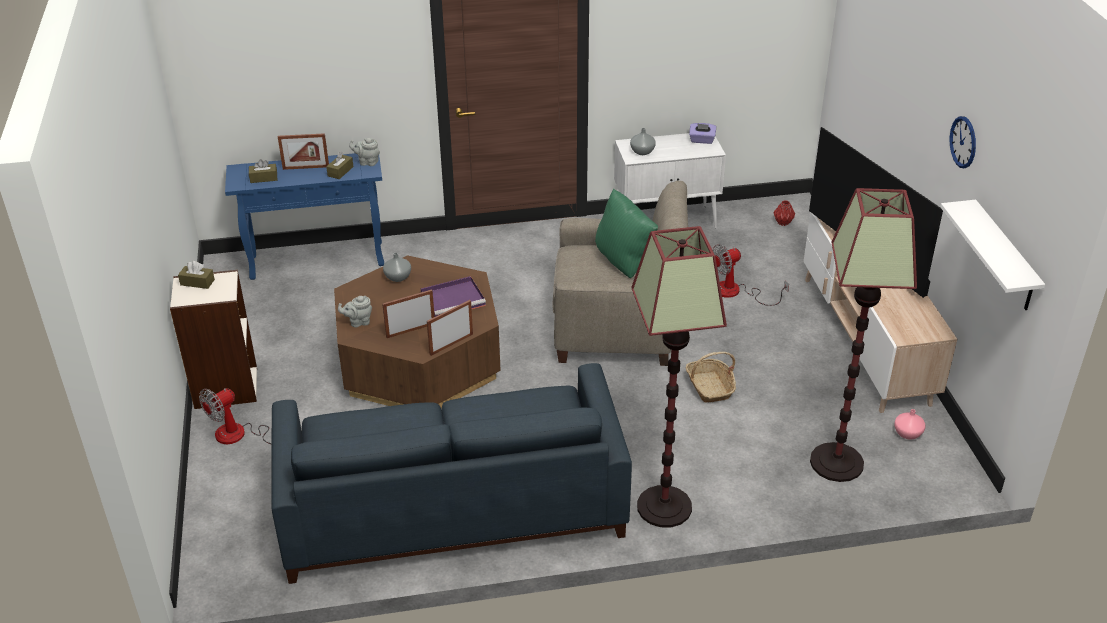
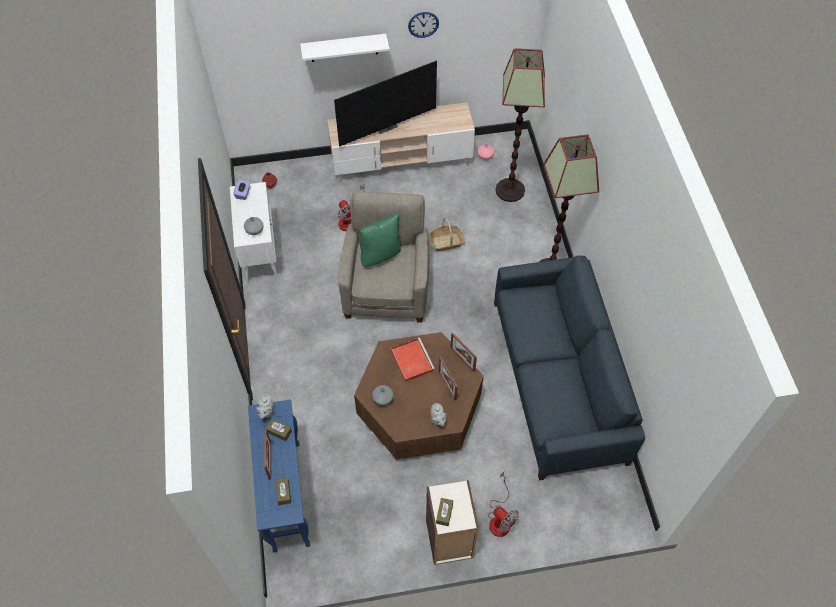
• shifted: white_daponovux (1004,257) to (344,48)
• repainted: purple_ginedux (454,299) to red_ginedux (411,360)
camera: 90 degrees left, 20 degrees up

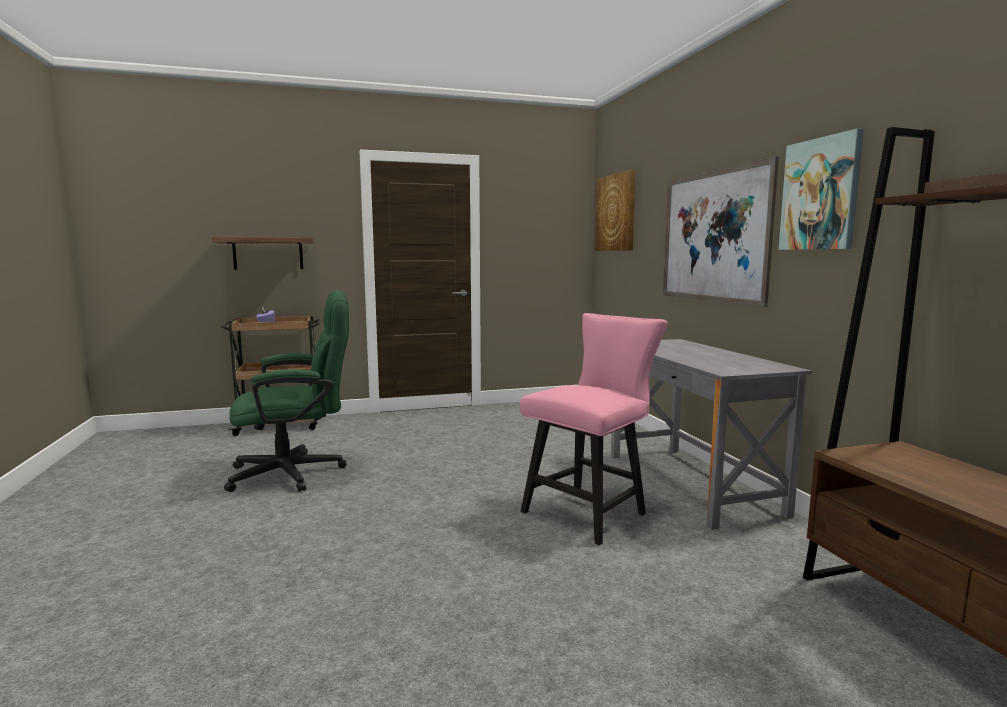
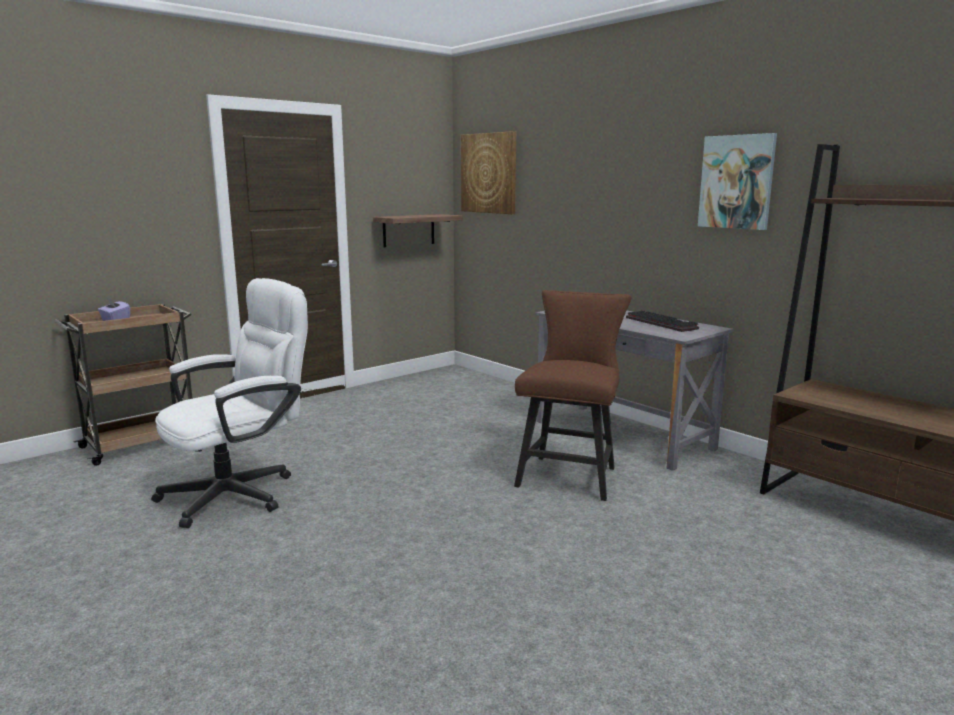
• gone: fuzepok (713,236)
• shifted: daponovux (268,253) to (408,230)
• repainted: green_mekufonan (298,472) to white_mekufonan (240,492)
• repainted: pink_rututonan (590,511) to brown_rututonan (570,474)
• new: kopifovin (663,323)
camera: 25 degrees left, 5 degrees up

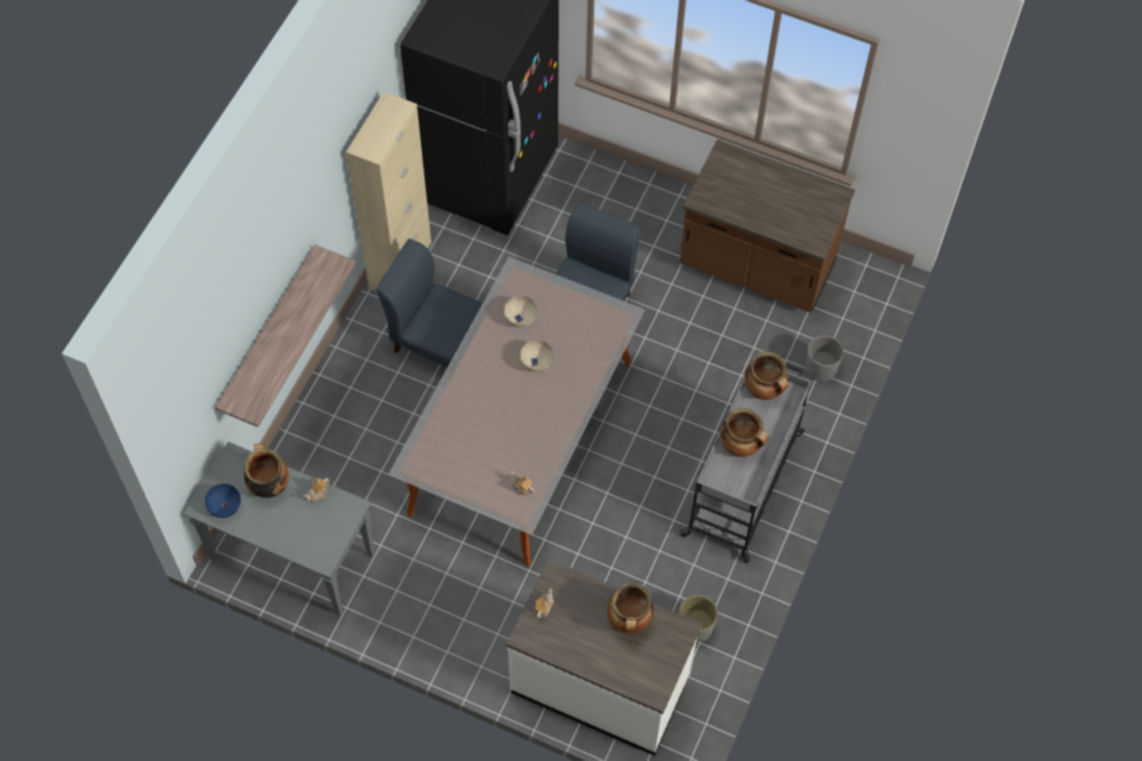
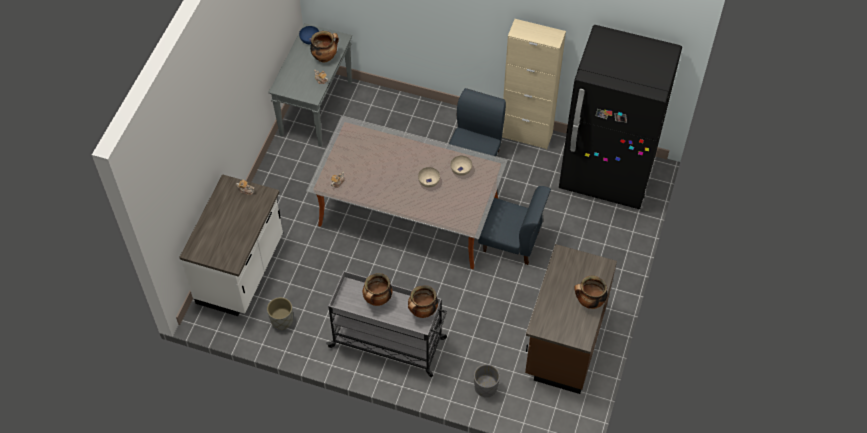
• gone: daponovux (268,333)
• shifted: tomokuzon (629,620) to (589,302)
camera: 85 degrees right, 5 degrees down

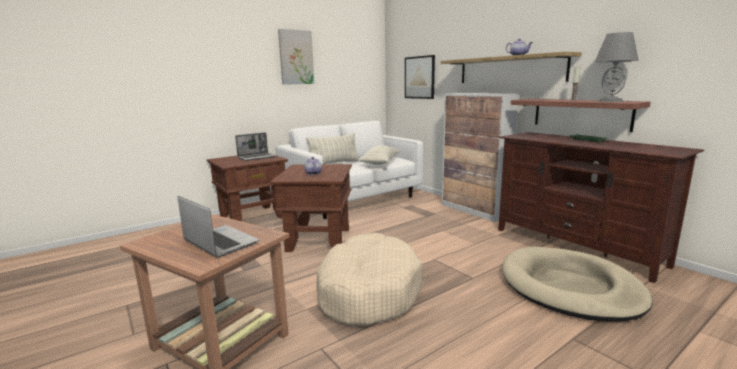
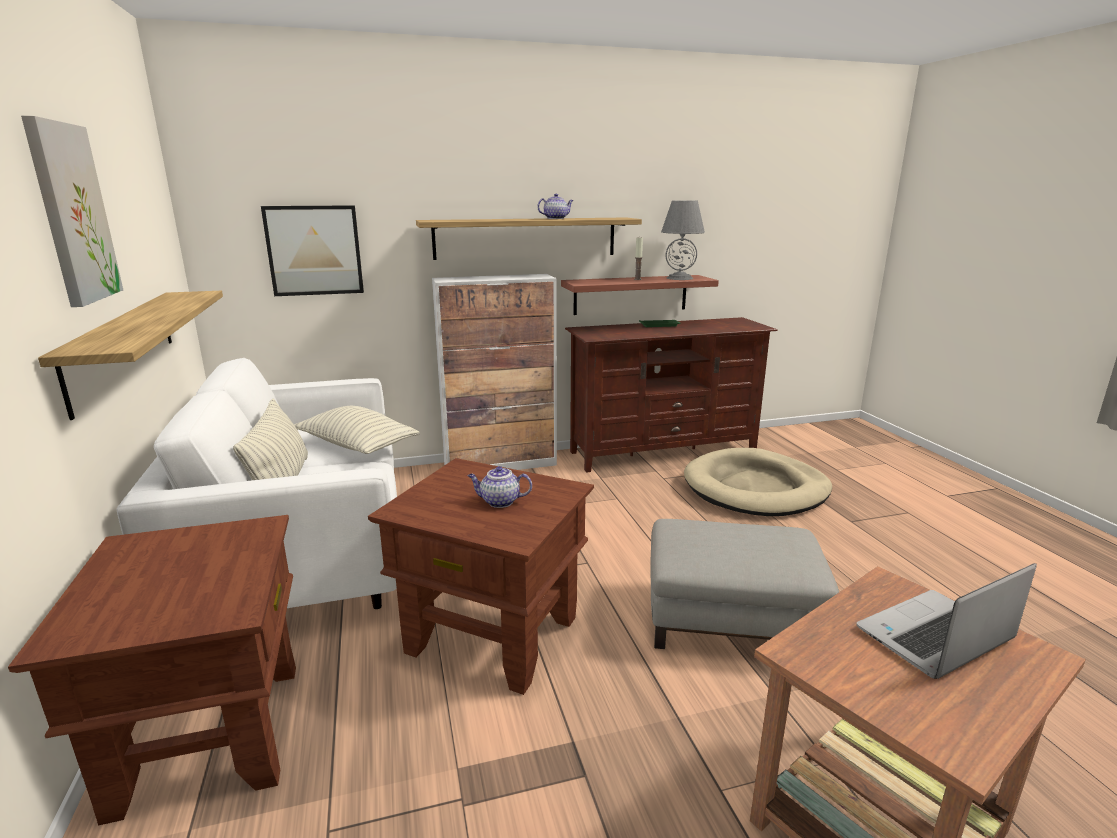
• gone: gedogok (257,157)
• swapped: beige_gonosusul (367,291) to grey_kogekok (731,620)
• new: daponovux (123,345)
camera: 70 degrees left, 5 degrees up

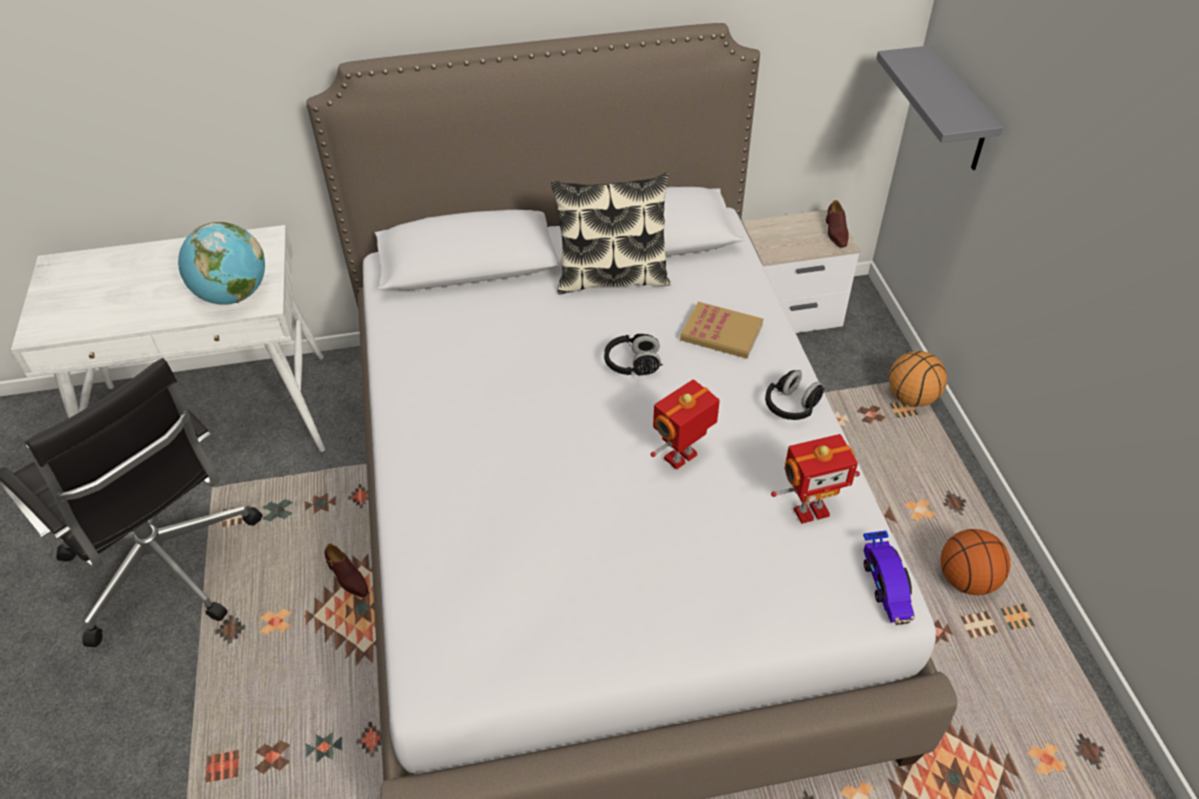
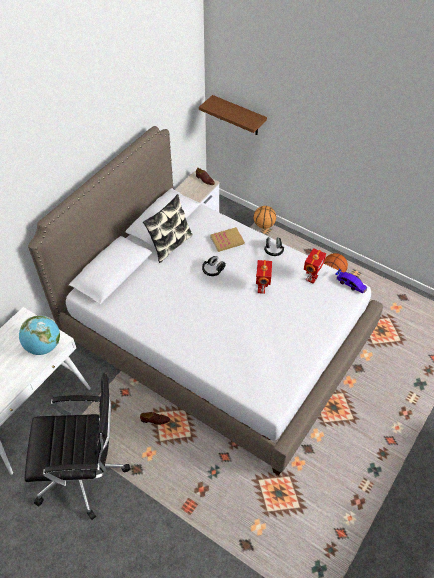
• repainted: grey_daponovux (958,112) to brown_daponovux (238,116)
camera: 45 degrees left, 5 degrees up

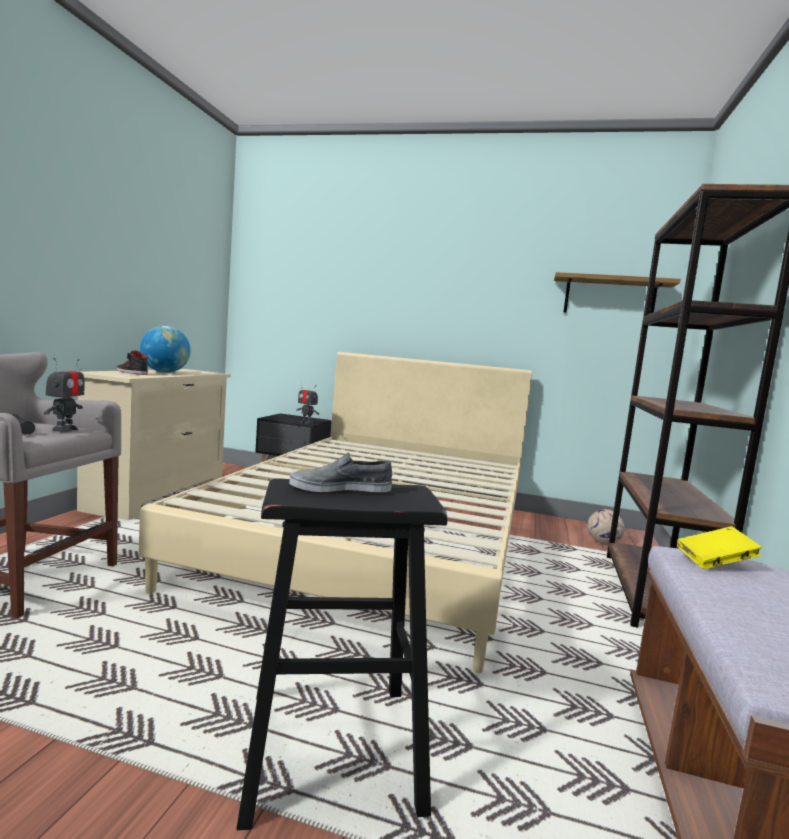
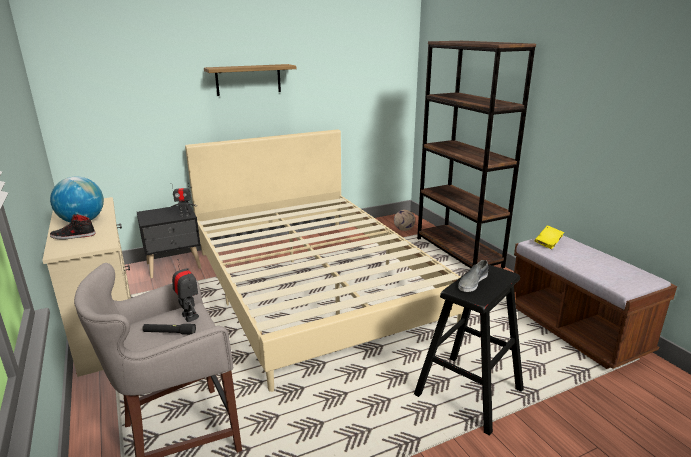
• shifted: daponovux (609,297) to (248,79)
camera: 40 degrees left, 15 degrees up

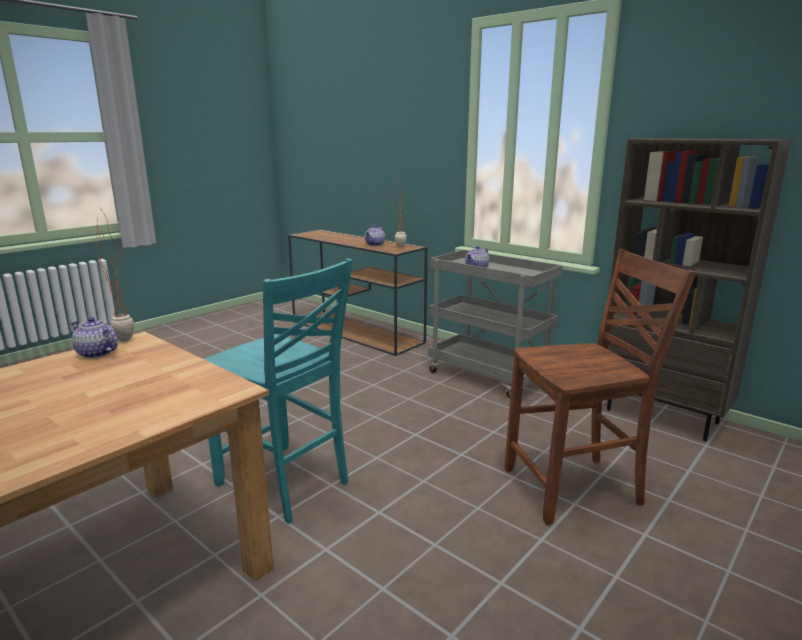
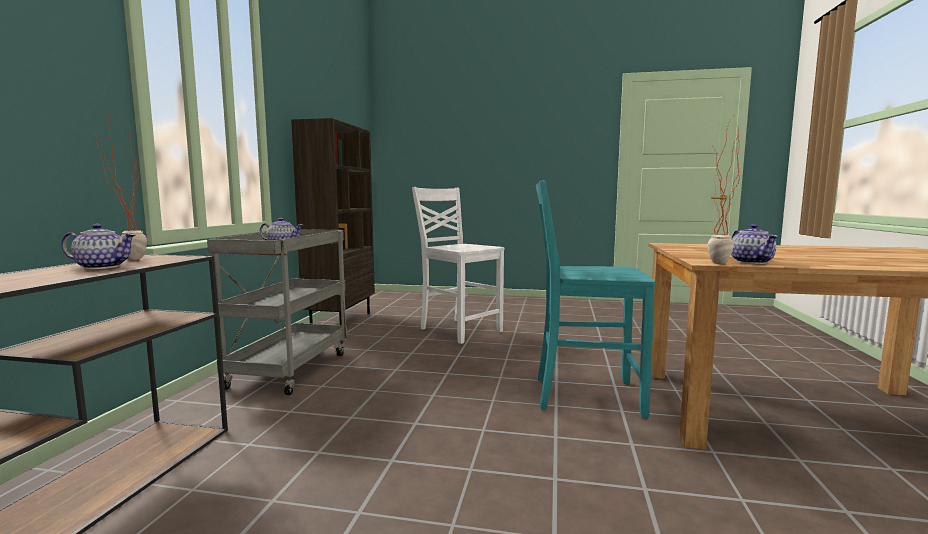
• repainted: brown_rututonan (575,488) to white_rututonan (459,330)
• rotated: turquoise_rututonan (285,484) = (584,395) 90 degrees counterclockwise
camera: 120 degrees left, 10 degrees down

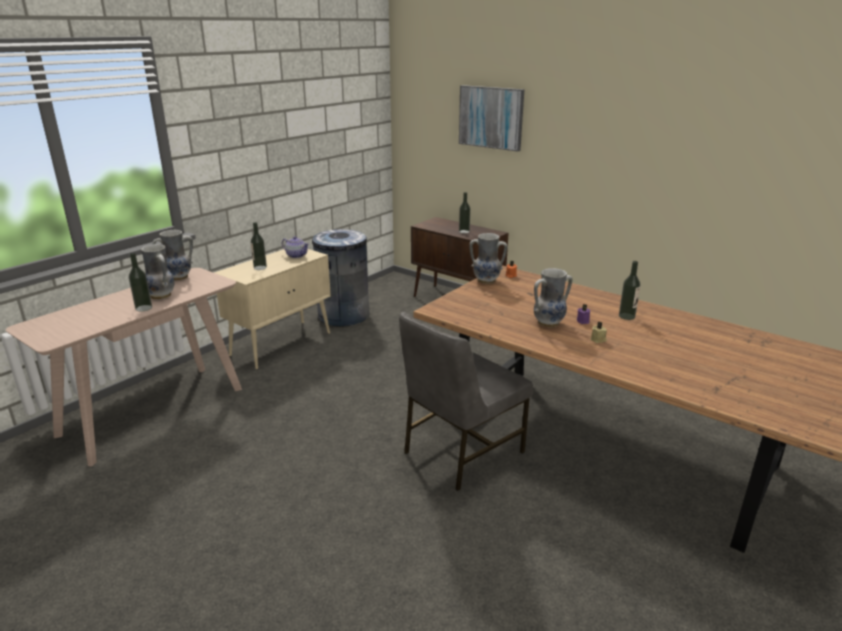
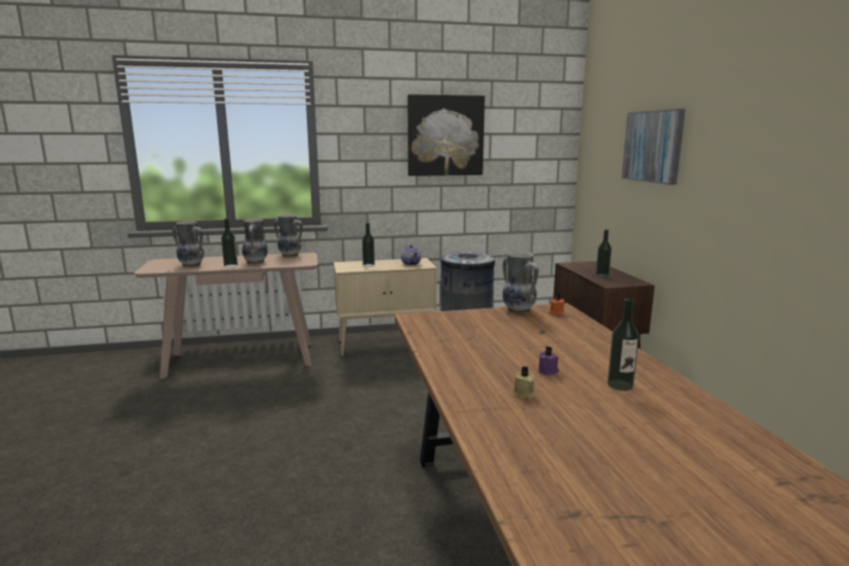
• shifted: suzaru (549,323) to (191,265)
• gone: grey_rututonan (461,452)
• new: fuzepok (445,135)
camera: 40 degrees right, 10 degrees down

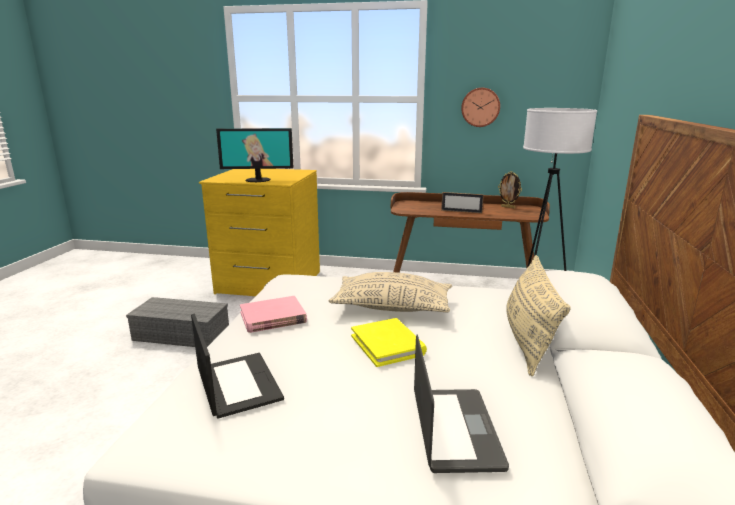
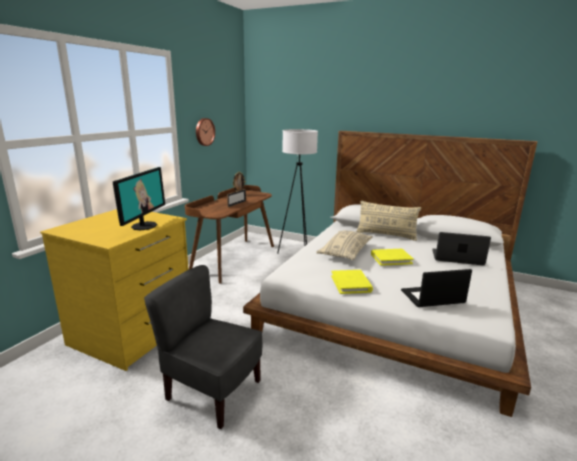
• repainted: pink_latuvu (273,317) to yellow_latuvu (351,284)
• swapped: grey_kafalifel (183,334) to grey_rututonan (212,392)
camera: 75 degrees left, 0 degrees up

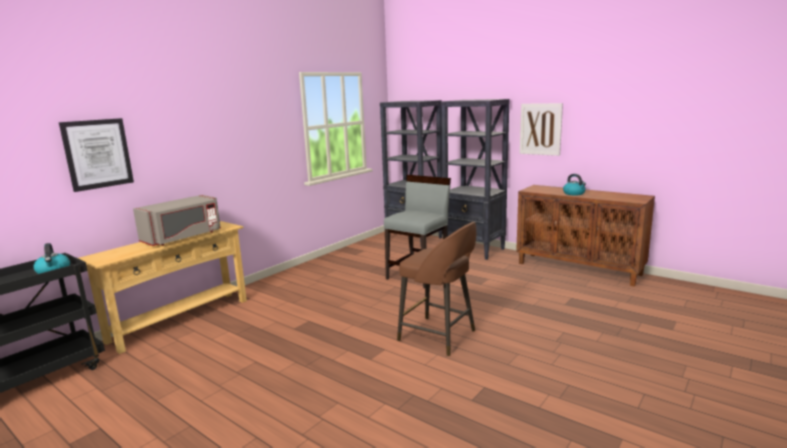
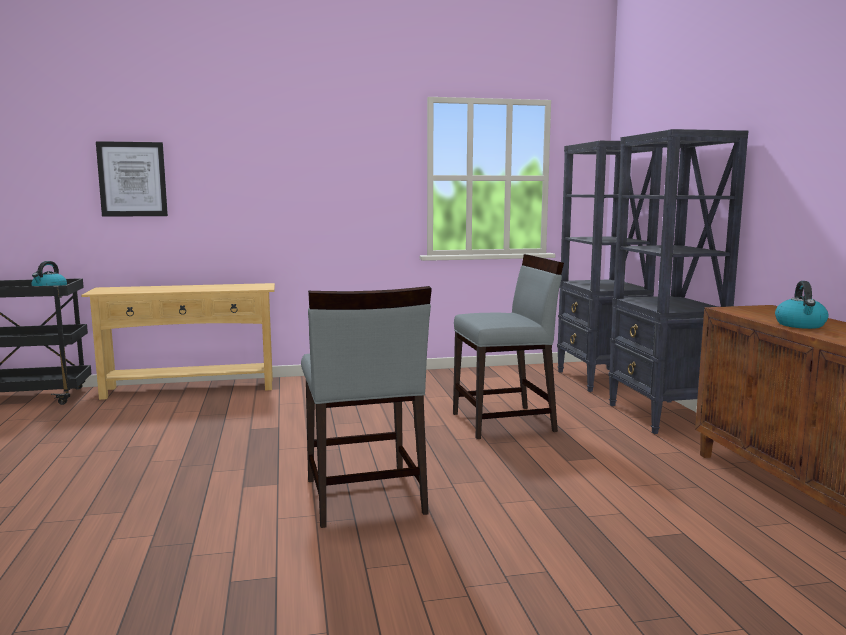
• gone: fuzepok (540,129)
• gone: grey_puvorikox (183,237)
• swapped: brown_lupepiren (439,336) to grey_rututonan (364,497)
camera: 40 degrees right, 5 degrees down

